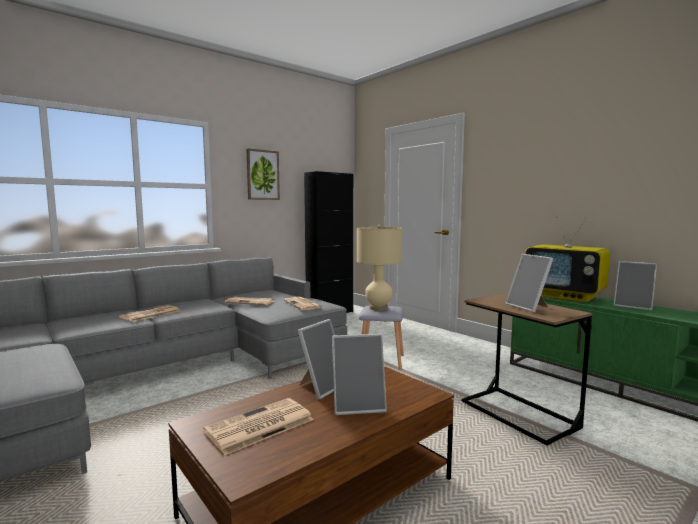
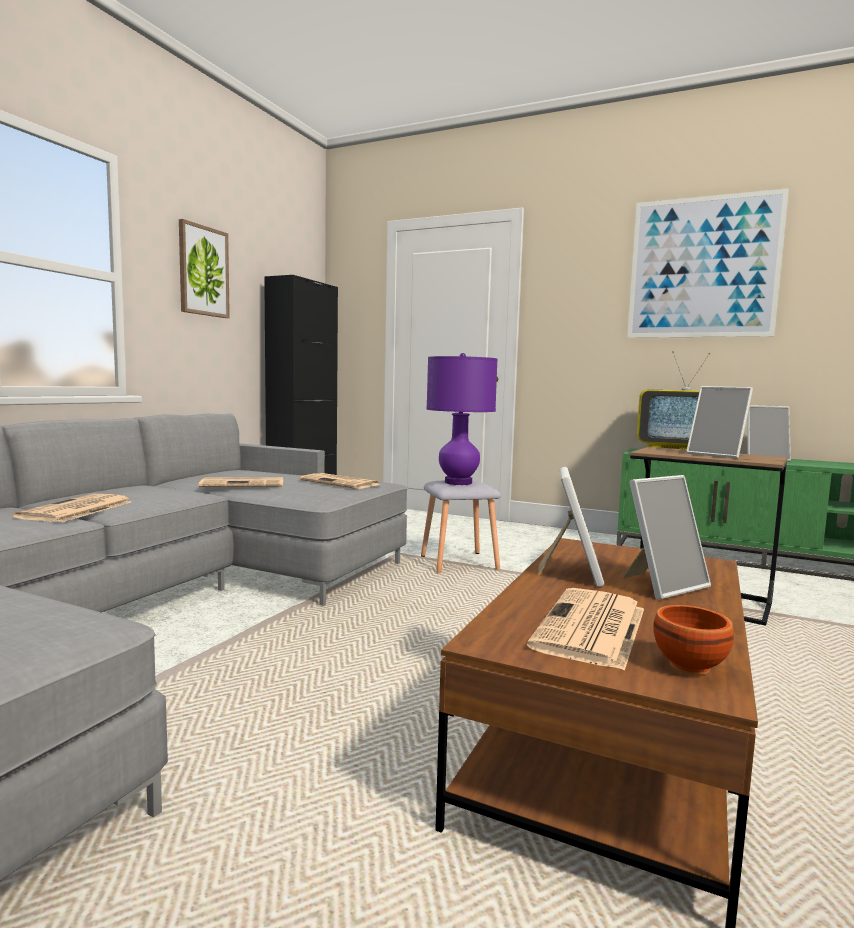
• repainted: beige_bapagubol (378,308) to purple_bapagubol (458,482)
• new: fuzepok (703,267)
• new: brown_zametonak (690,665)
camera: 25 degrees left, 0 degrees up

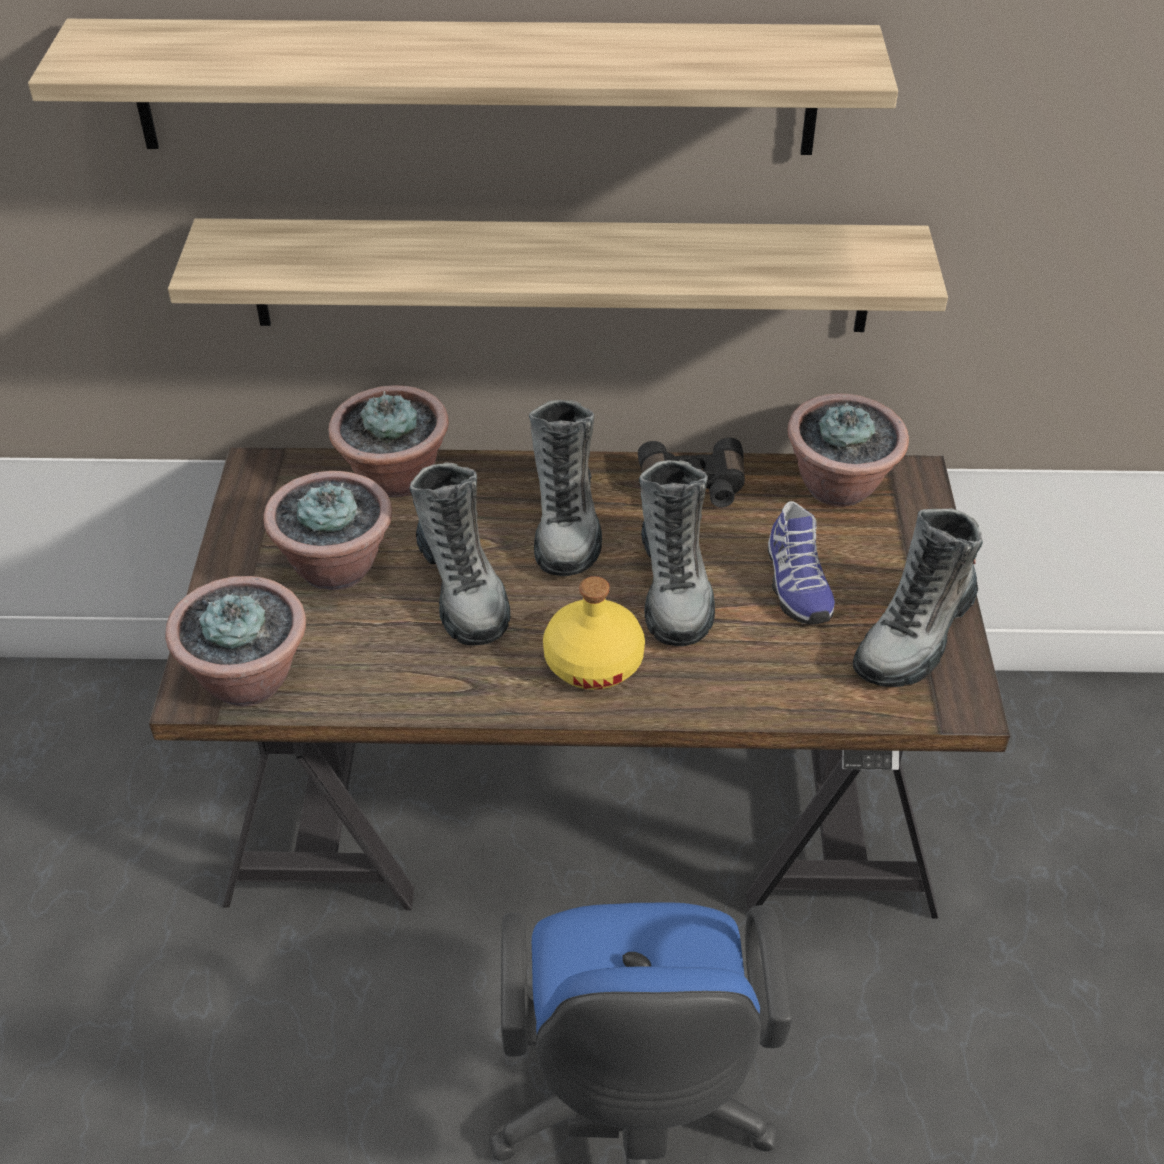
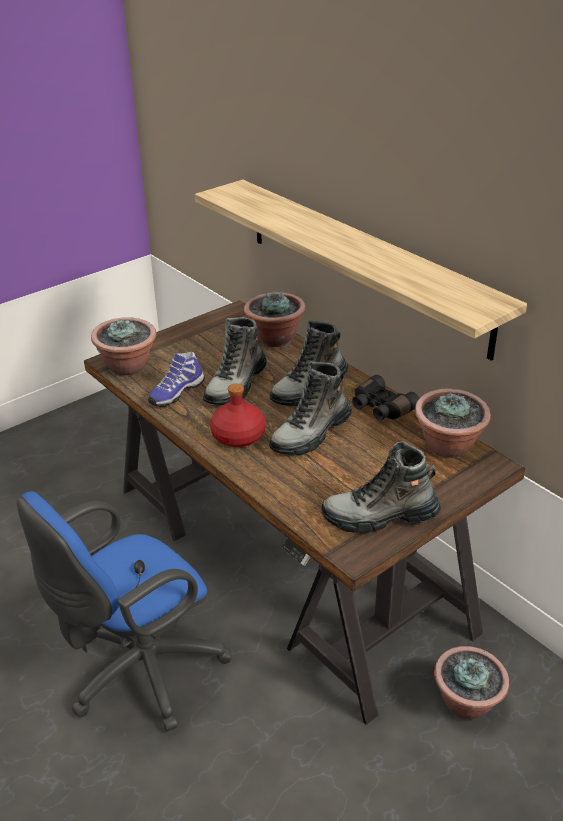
• gone: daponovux (475,87)
• shifted: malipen (336,567) to (466,703)
• shifted: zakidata (794,584) to (175,392)
• repainted: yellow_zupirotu (593,660) to red_zupirotu (238,435)
camera: 50 degrees right, 10 degrees down

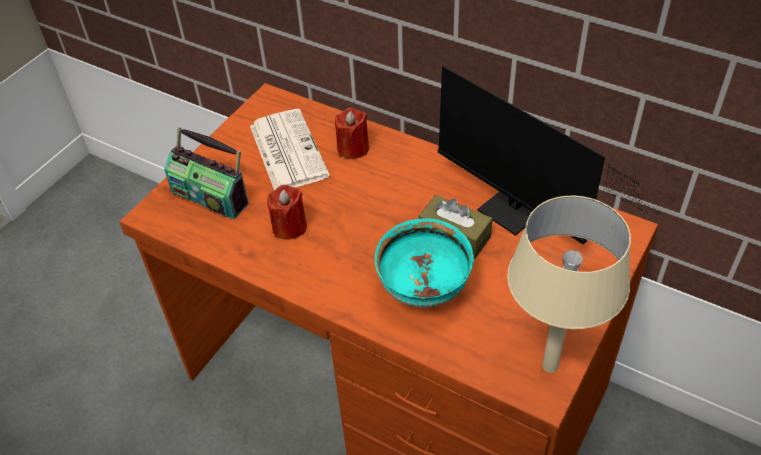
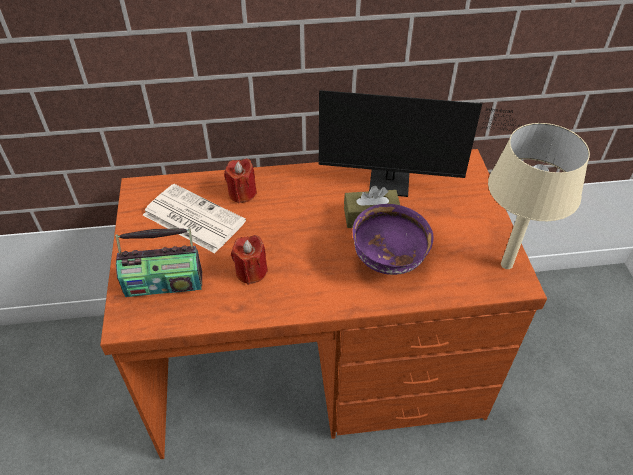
• repainted: turquoise_zametonak (425,291) to purple_zametonak (389,262)
camera: 40 degrees left, 0 degrees up

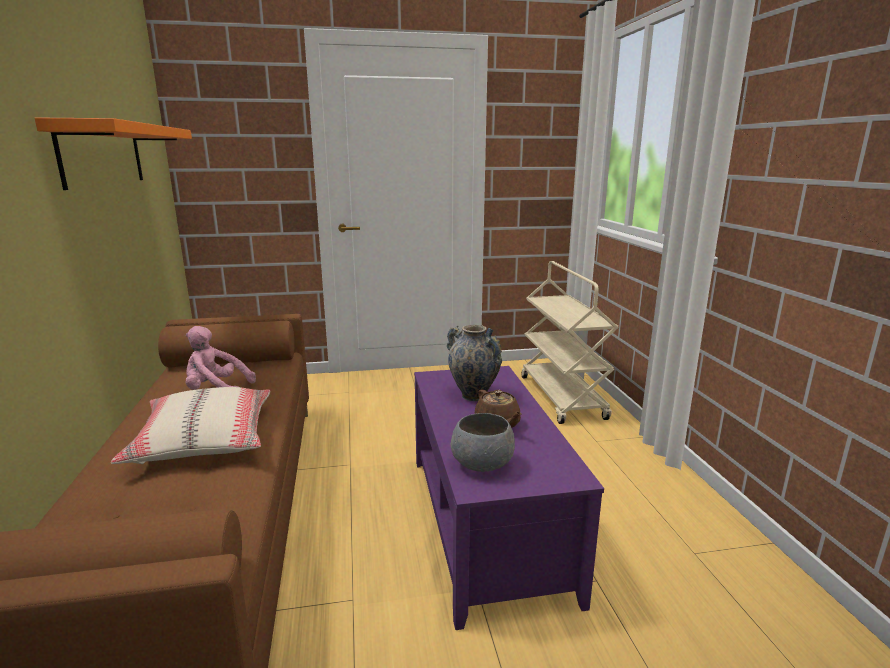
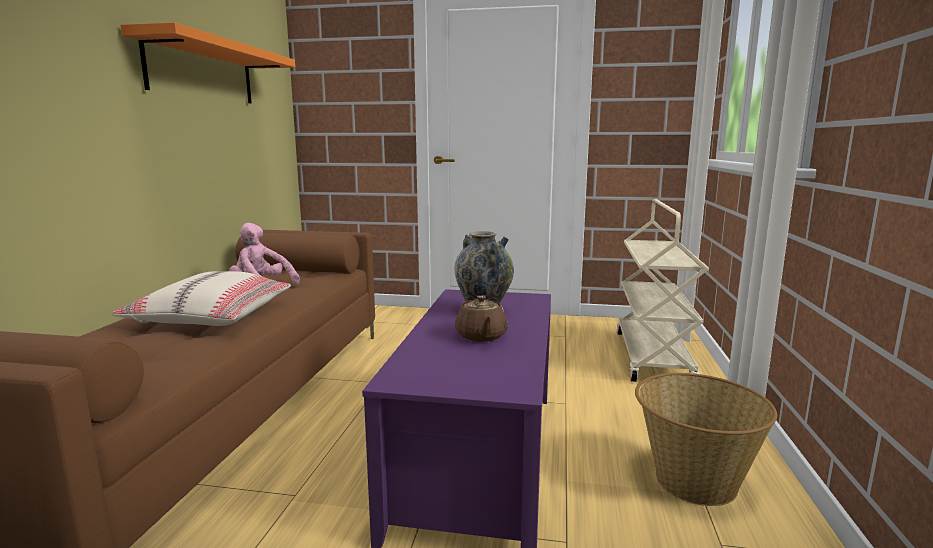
• gone: grey_zametonak (481,463)
• new: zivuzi (694,481)
camera: 20 degrees right, 5 degrees down

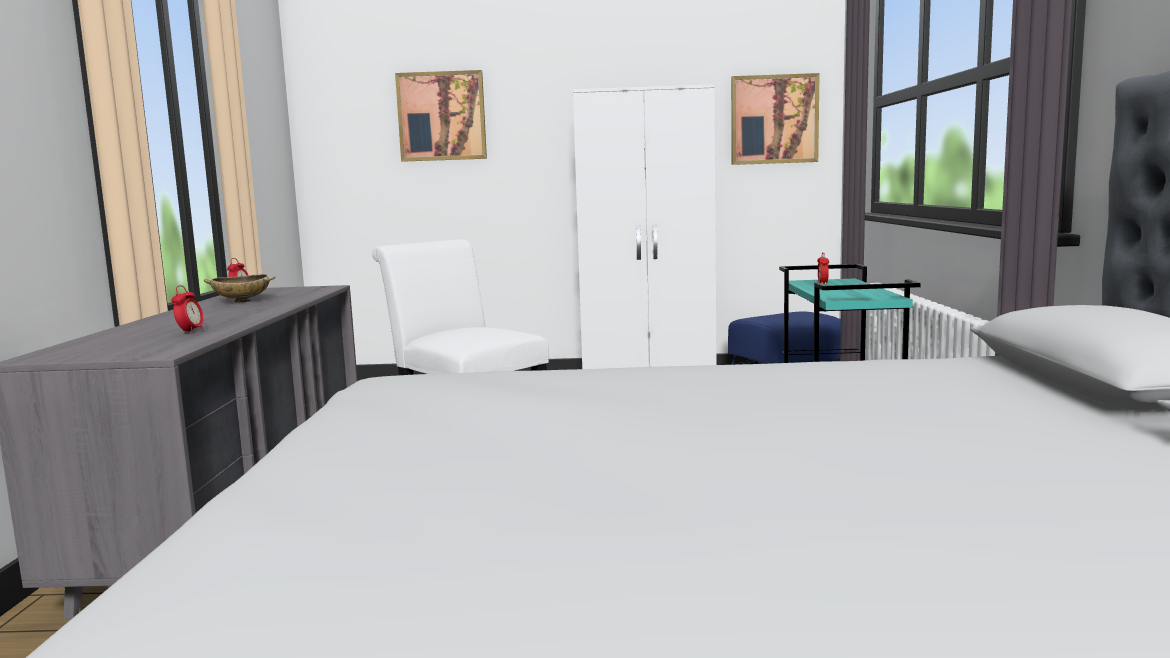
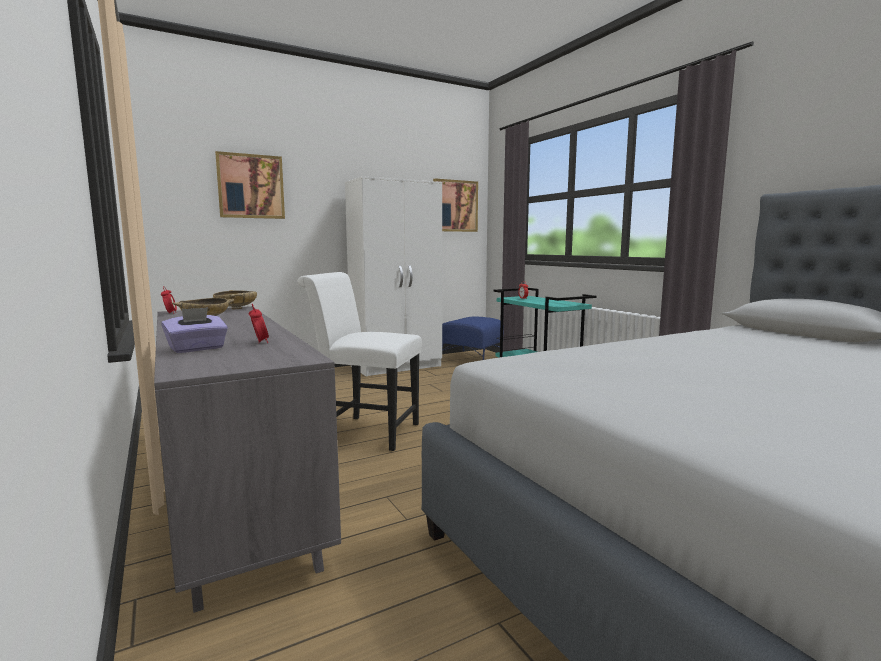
• new: beige_zametonak (236,308)
• new: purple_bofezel (197,349)
camera: 30 degrees left, 0 degrees up

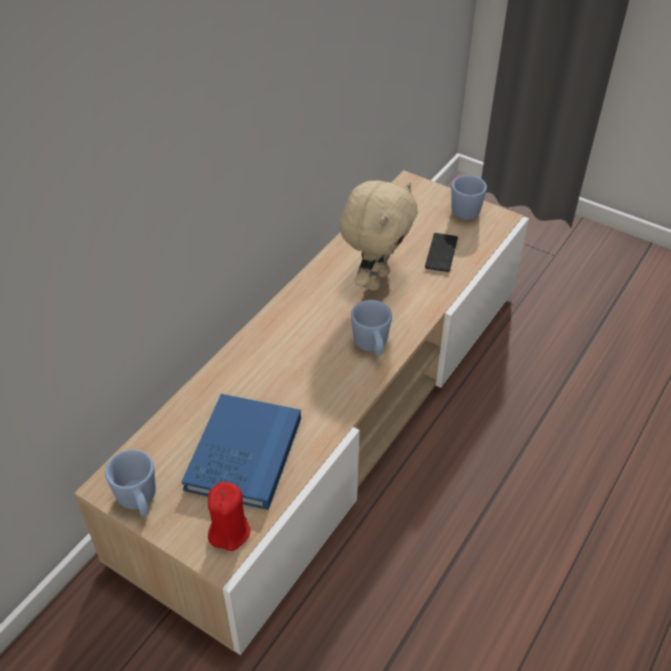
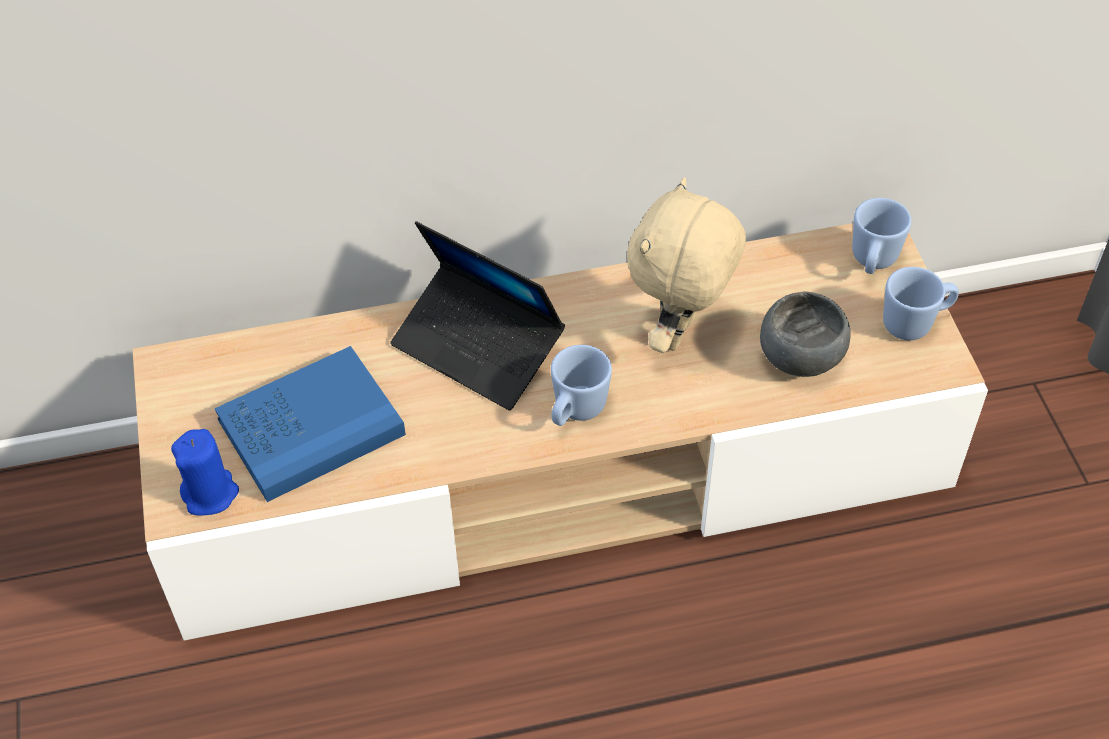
• rotated: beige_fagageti (375,279) = (680,334) 135 degrees clockwise
• swapped: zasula (441,253) to grey_zametonak (803,357)
• shifted: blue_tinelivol (139,501) to (872,262)
• repainted: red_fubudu (229,531) to blue_fubudu (210,494)
• new: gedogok (478,347)
camera: 45 degrees right, 5 degrees up

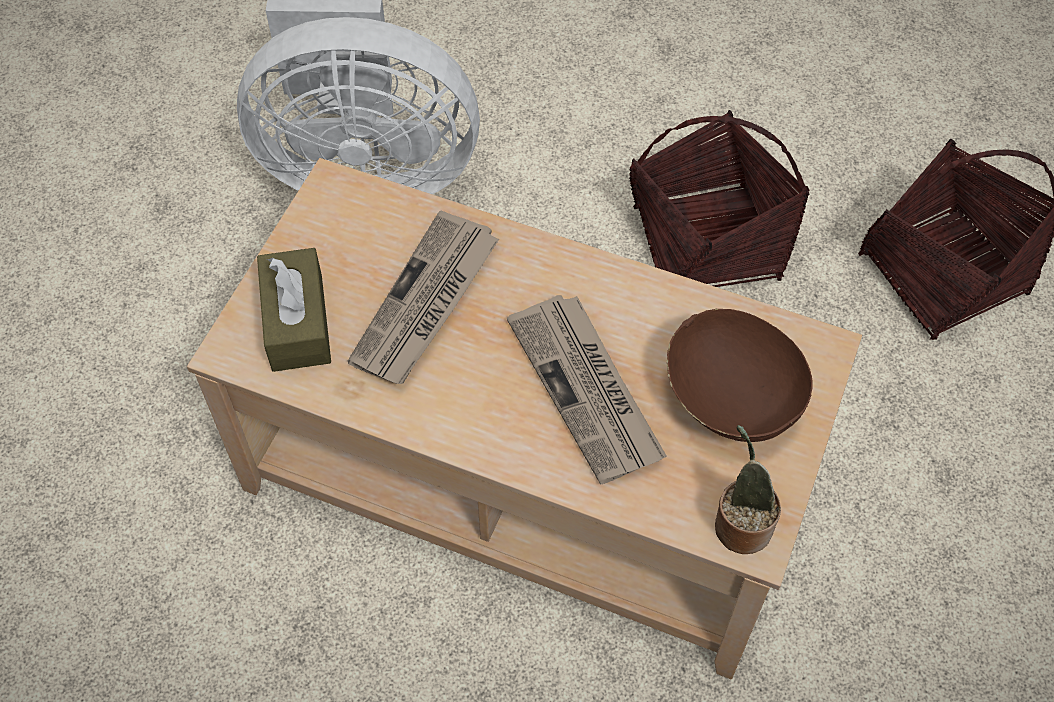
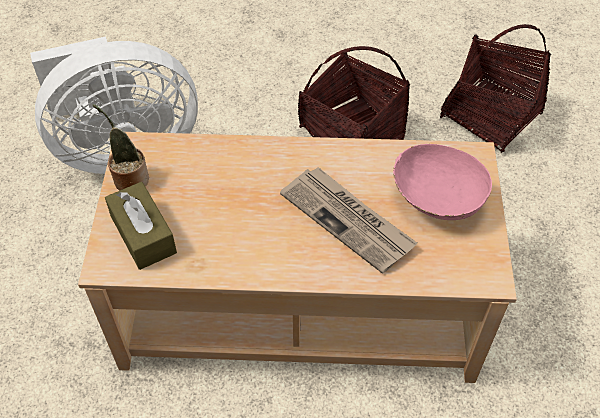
• gone: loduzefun (426,303)
• repainted: brown_zametonak (729,399) to pink_zametonak (436,200)
• shifted: malipen (740,524) to (129,178)
camera: 20 degrees left, 5 degrees down

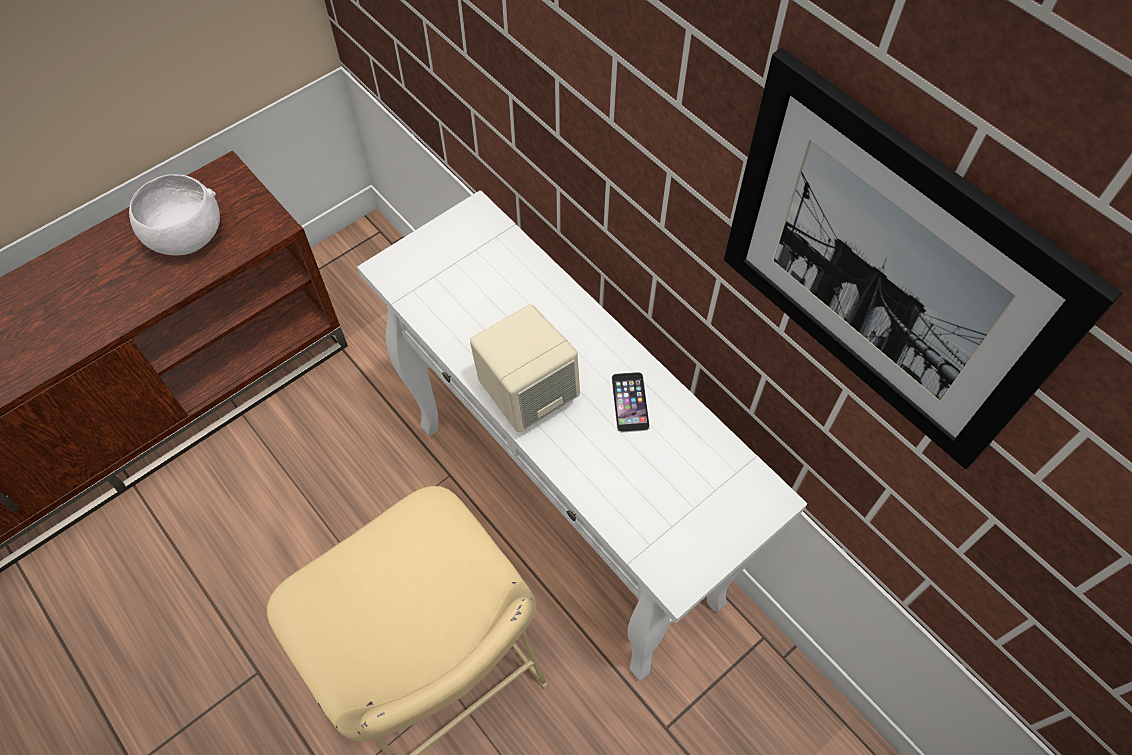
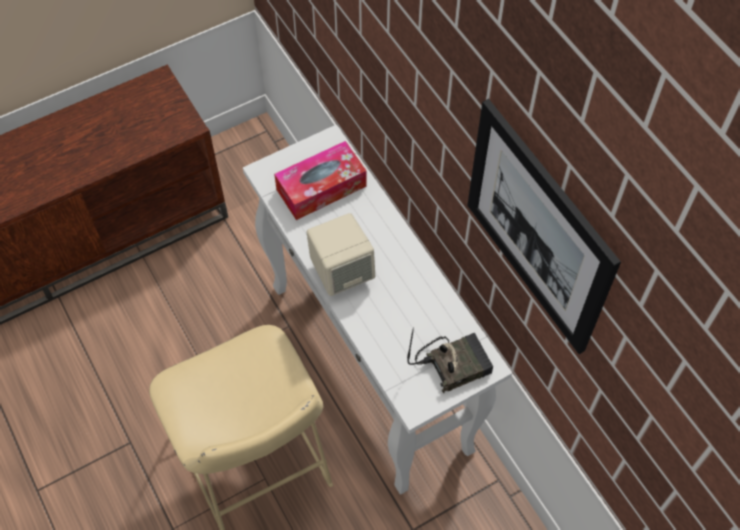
• gone: white_zametonak (186,238)
• gone: zasula (630,402)
• new: bofezel (321,188)
• new: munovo (453,363)
camera: 10 degrees right, 0 degrees up

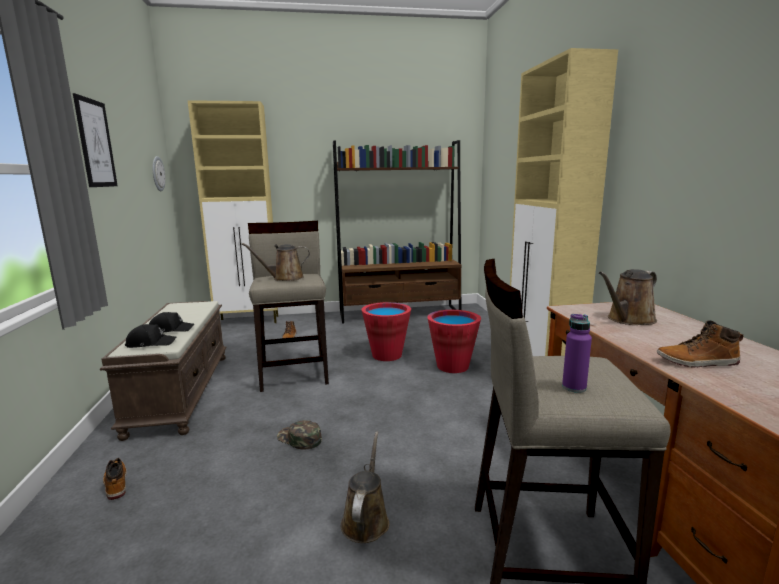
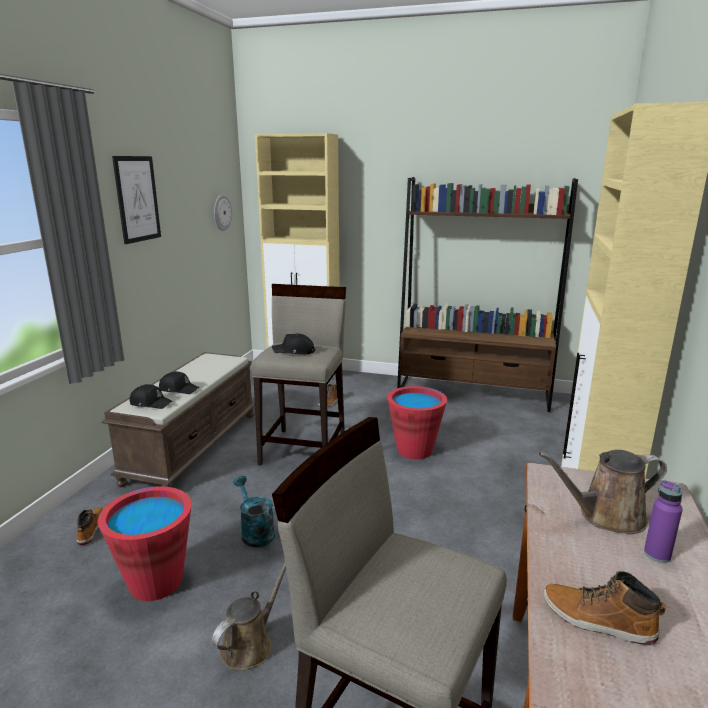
• swapped: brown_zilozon (285,278) to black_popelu (294,351)
• shifted: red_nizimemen (452,366) to (156,582)
• shifted: purple_zupirotu (574,387) to (657,554)
• swapped: green_popelu (299,439) to turquoise_zilozon (255,532)
camera: 25 degrees right, 5 degrees up

